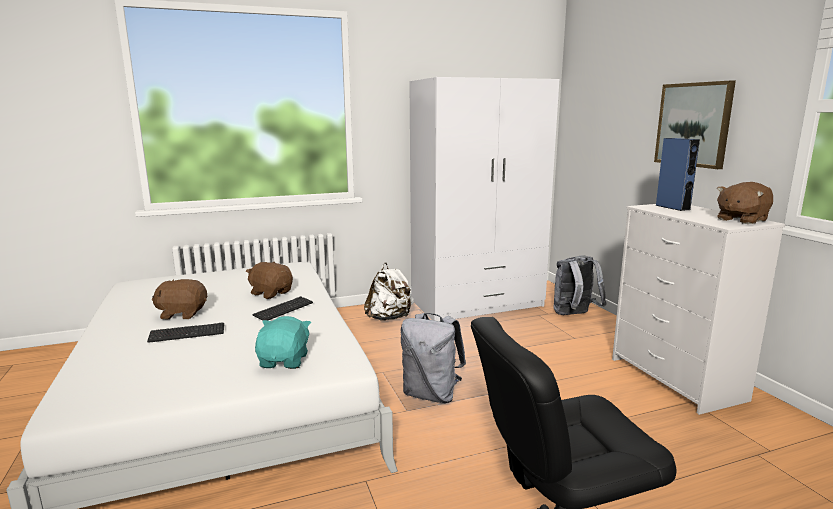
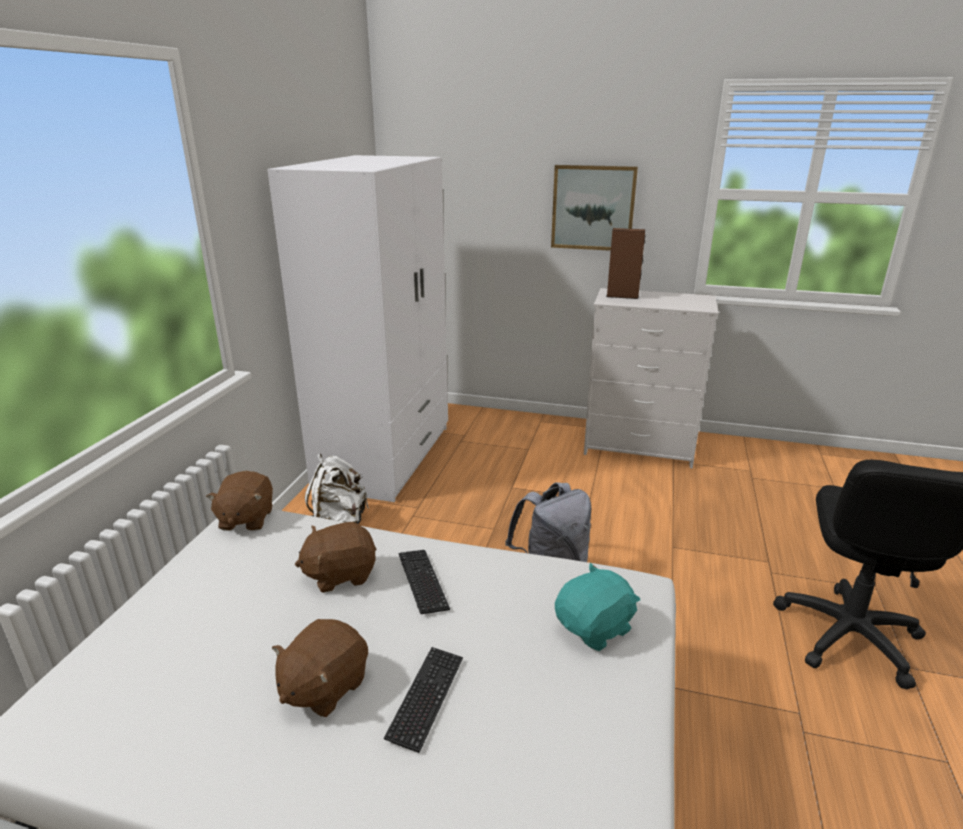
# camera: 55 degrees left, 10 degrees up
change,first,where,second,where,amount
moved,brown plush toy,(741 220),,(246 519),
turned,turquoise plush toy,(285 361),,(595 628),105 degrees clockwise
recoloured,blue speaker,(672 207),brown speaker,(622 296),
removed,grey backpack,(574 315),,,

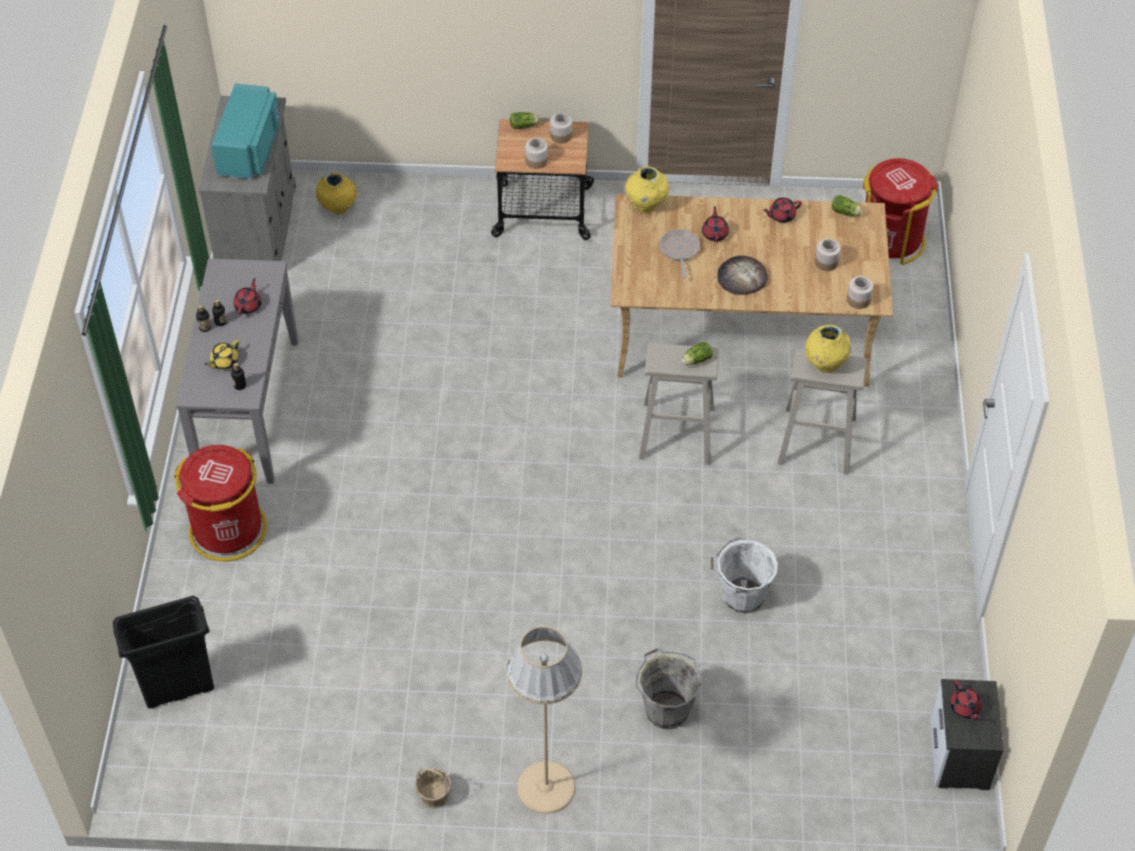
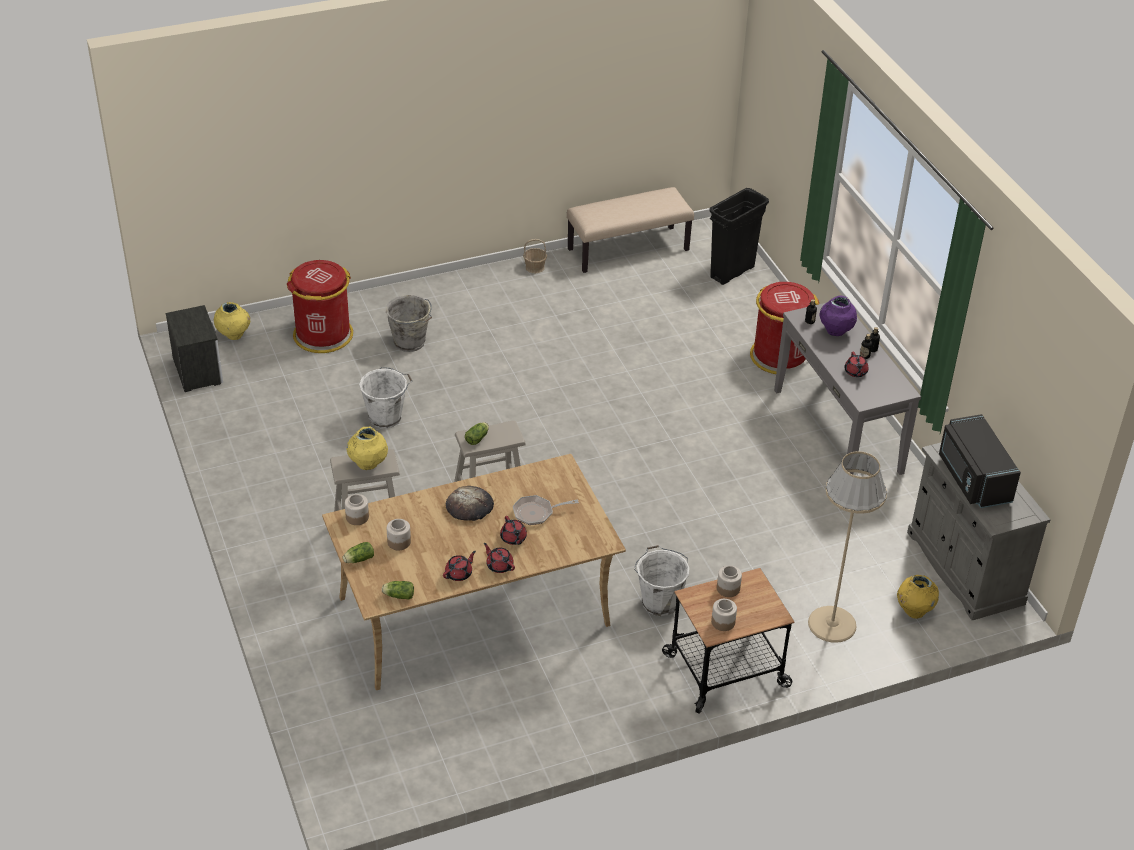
# camera: 155 degrees right, 10 degrees down
change,first,where,second,where,amount
moved,yellow vase,(646 206),,(234 335),
moved,red trash can,(890 240),,(323 335),
moved,lettuce,(524 126),,(358 559),
moved,red teapot,(965 708),,(499 565),
turned,frying pan,(679 251),,(536 513),105 degrees clockwise
added,,,beige bench,(628 249),
added,,,white bucket,(659 601),
moved,beige floor lamp,(546 787),,(832 624),
replaced,yellow teapot,(224 362),purple vase,(835 332),
recoloured,turquoise microwave,(251 149),black microwave,(972 478),

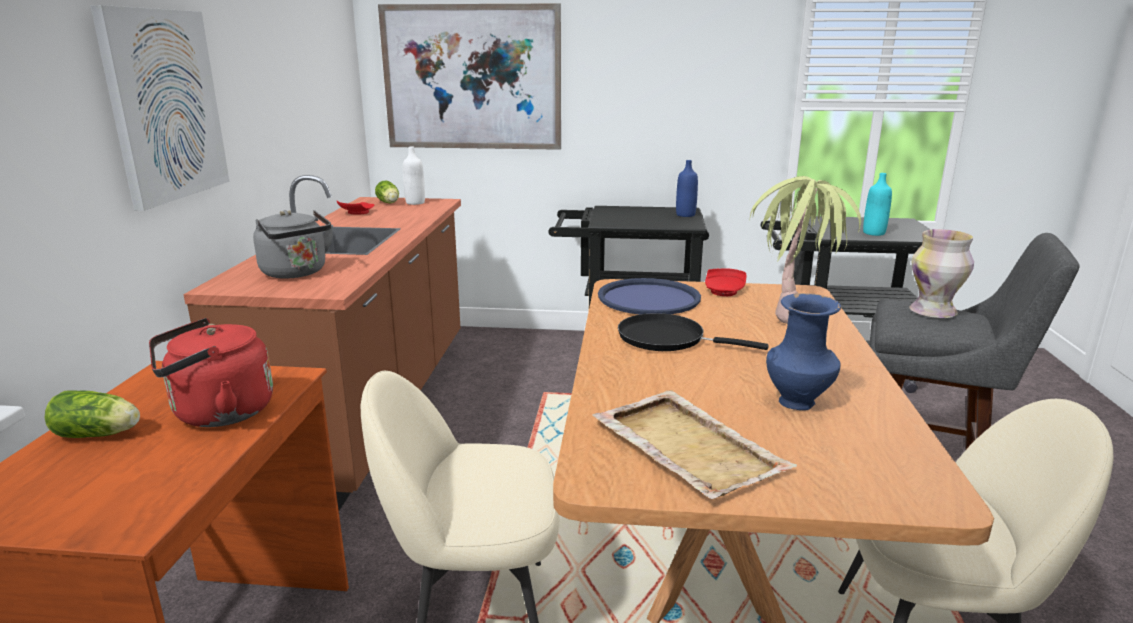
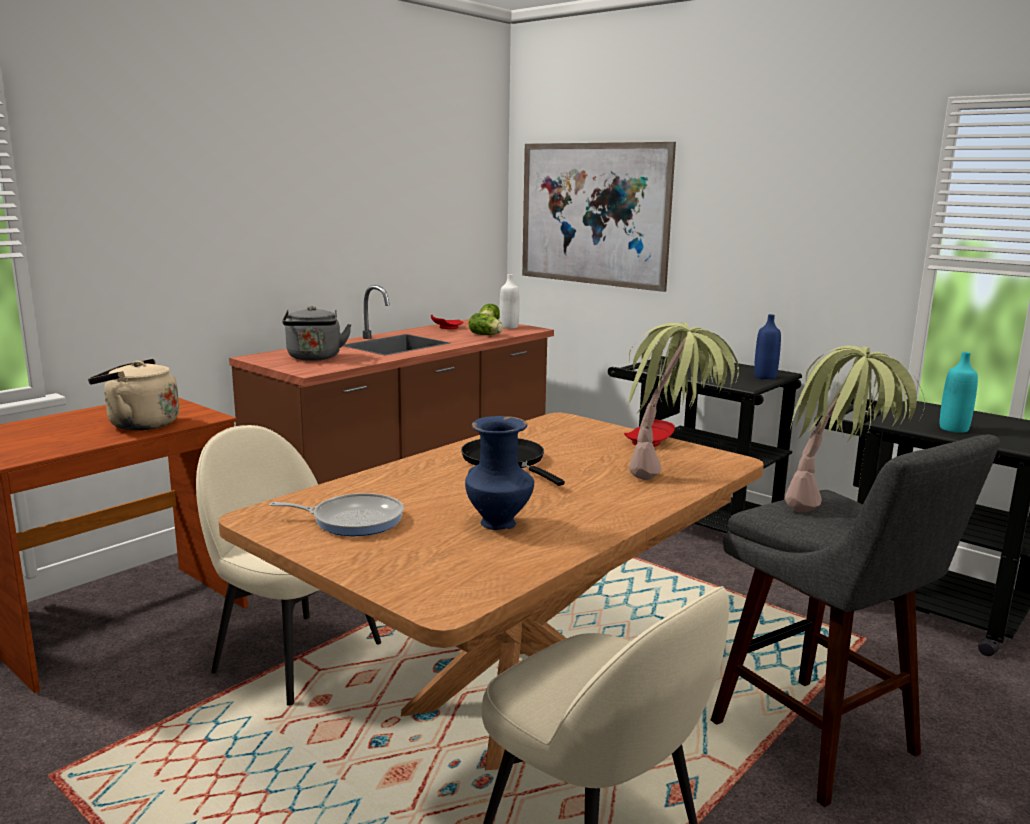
# camera: 35 degrees right, 5 degrees down
change,first,where,second,where,amount
recoloured,red kettle,(217 413),beige kettle,(139 424),
replaced,beige tray,(686 446),frying pan,(353 520),
moved,lettuce,(100 434),,(486 335),
replaced,vase,(932 312),potted plant,(839 509),
removed,picture,(164 105),,,
removed,blue tray,(649 298),,,

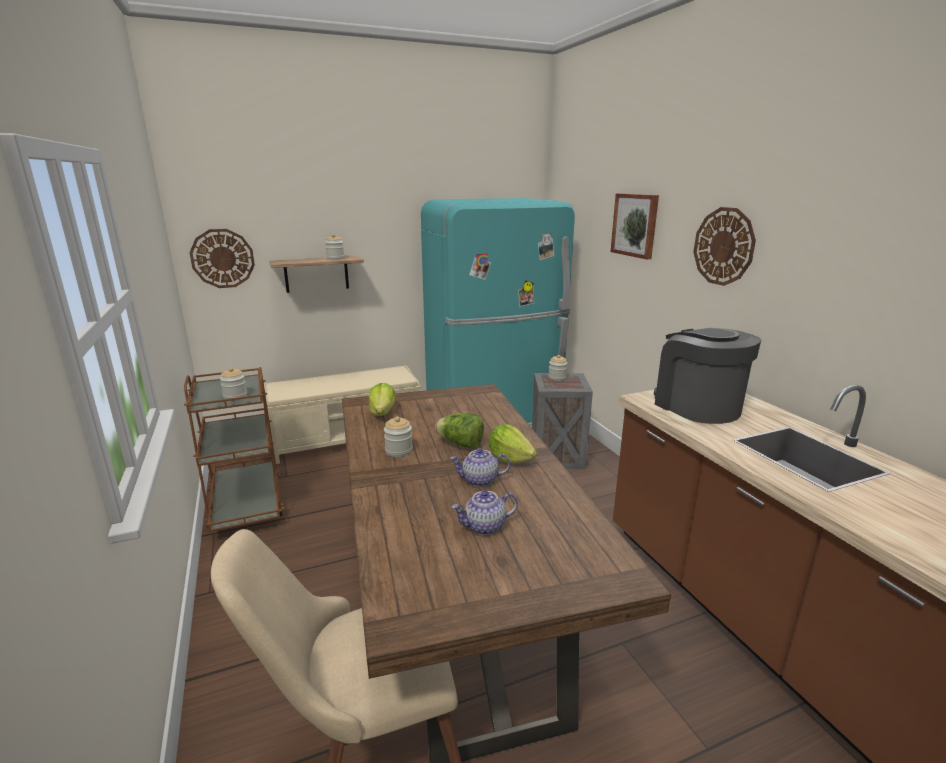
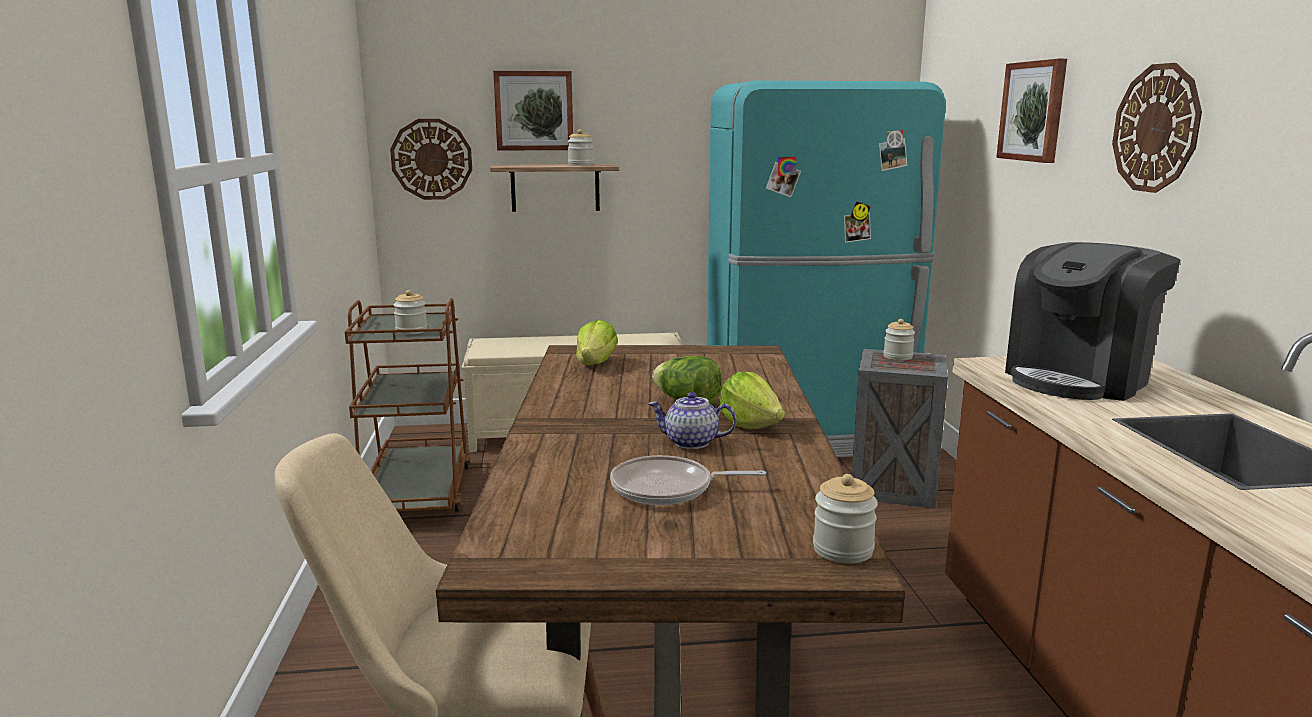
# camera: 15 degrees right, 5 degrees down
change,first,where,second,where,amount
added,,,picture,(534 111),
replaced,teapot,(484 526),frying pan,(668 489),
moved,jar,(399 450),,(843 550),
turned,coffee machine,(697 406),,(1079 379),120 degrees counterclockwise

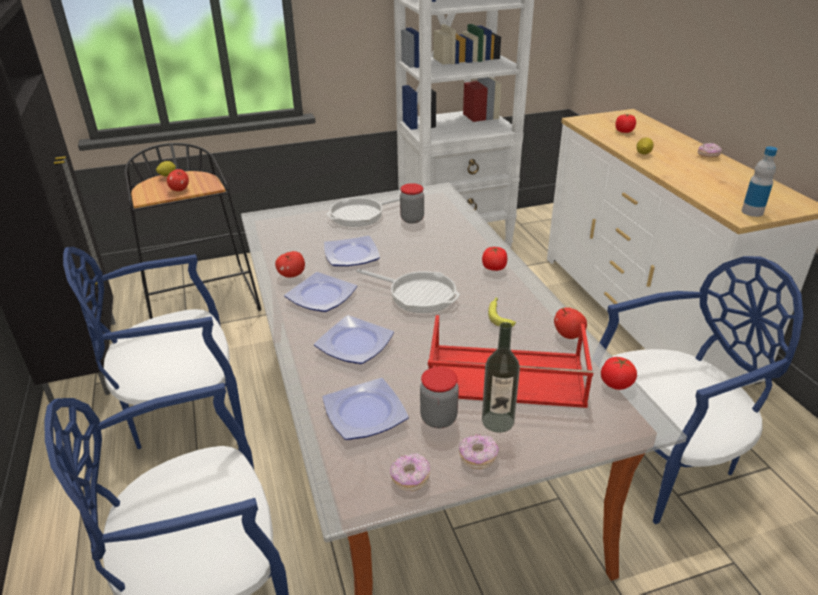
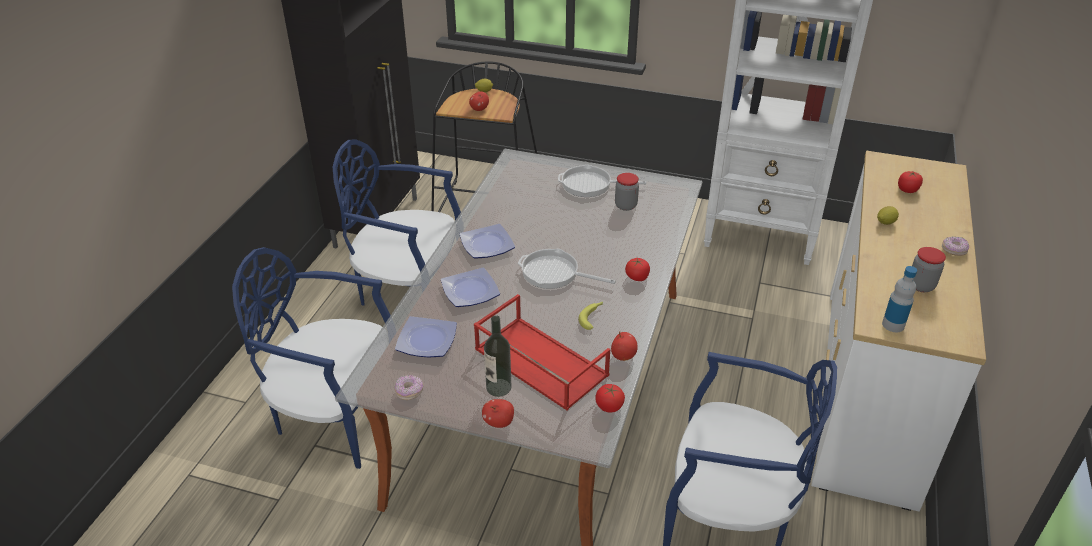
# camera: 35 degrees right, 5 degrees up
change,first,where,second,where,amount
moved,apple,(291 275),,(499 422),
turned,frying pan,(418 294),,(554 273),135 degrees clockwise
moved,jar,(438 418),,(921 286),
removed,plate,(352 255),,,
removed,donut,(478 457),,,

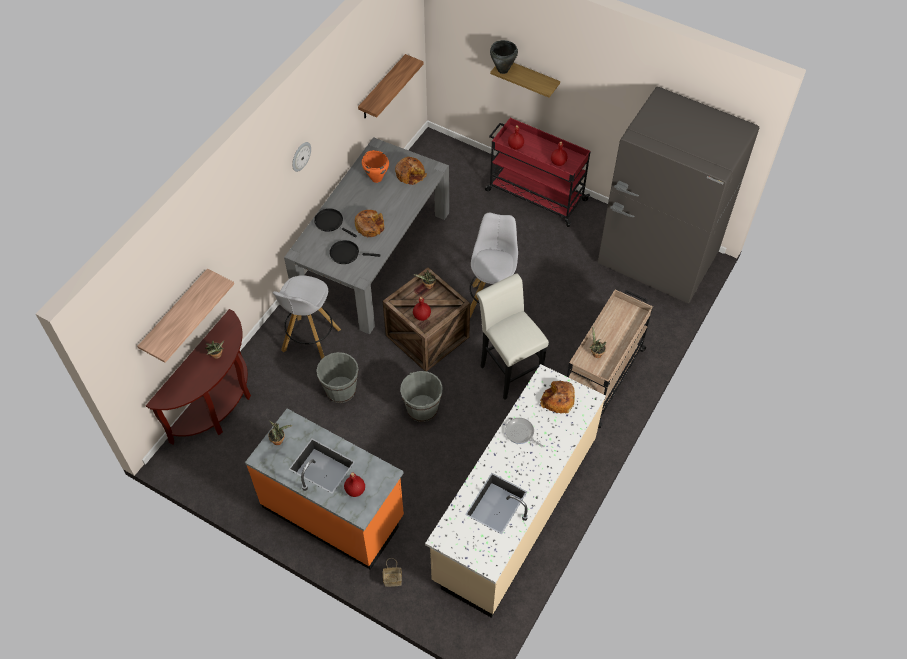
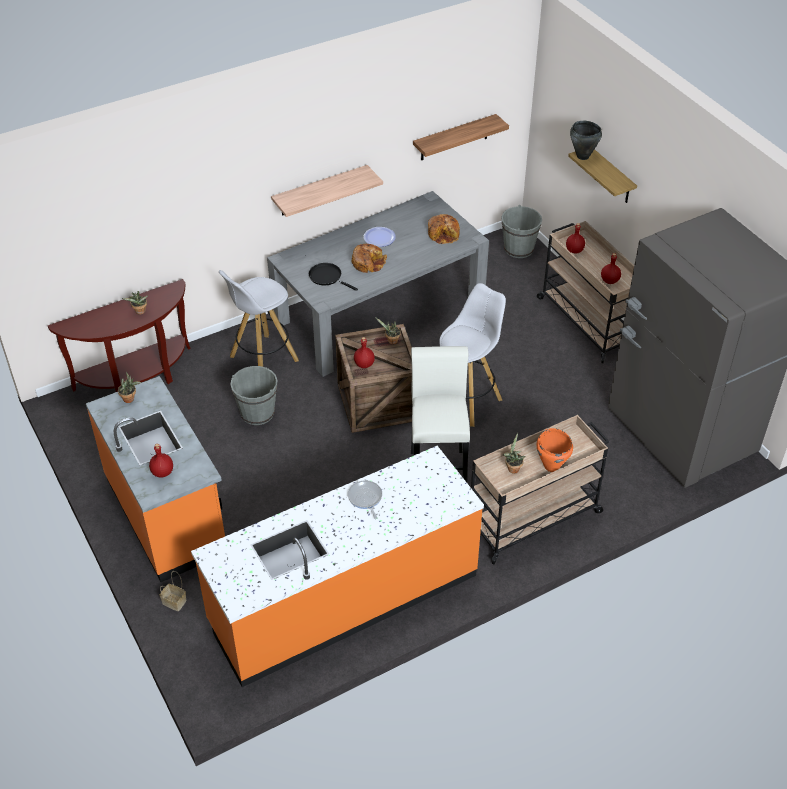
# camera: 30 degrees right, 10 degrees down
change,first,where,second,where,amount
recoloured,beige counter,(514 509),orange counter,(343 598),
moved,shelf,(175 314),,(320 191),
added,,,plate,(379 237),
moved,grey bucket,(422 409),,(519 249),
recoloured,red cart,(534 195),beige cart,(587 321),
moved,orange cooking pot,(376 178),,(551 466),
removed,wall clock,(300 156),,,
removed,black frying pan,(331 222),,,
removed,bread,(557 400),,,

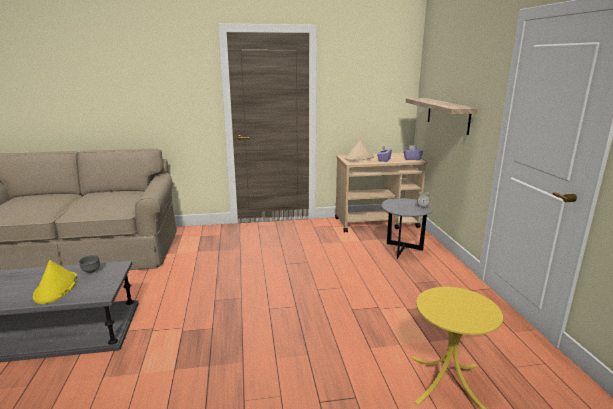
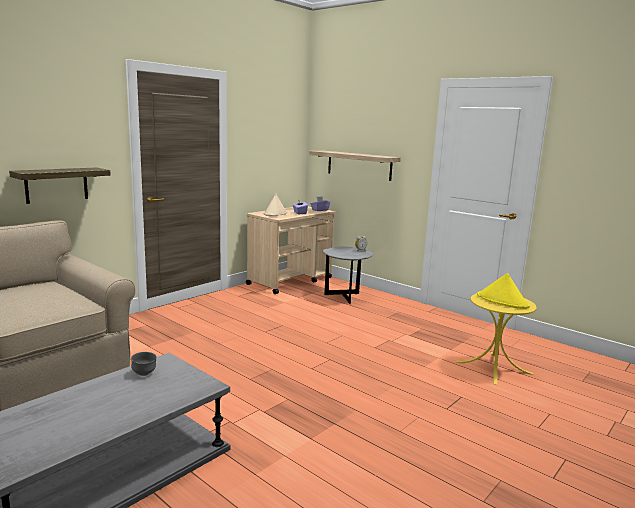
# camera: 40 degrees left, 5 degrees down
change,first,where,second,where,amount
added,,,shelf,(56 185),
moved,yellow hat,(56 288),,(502 301),

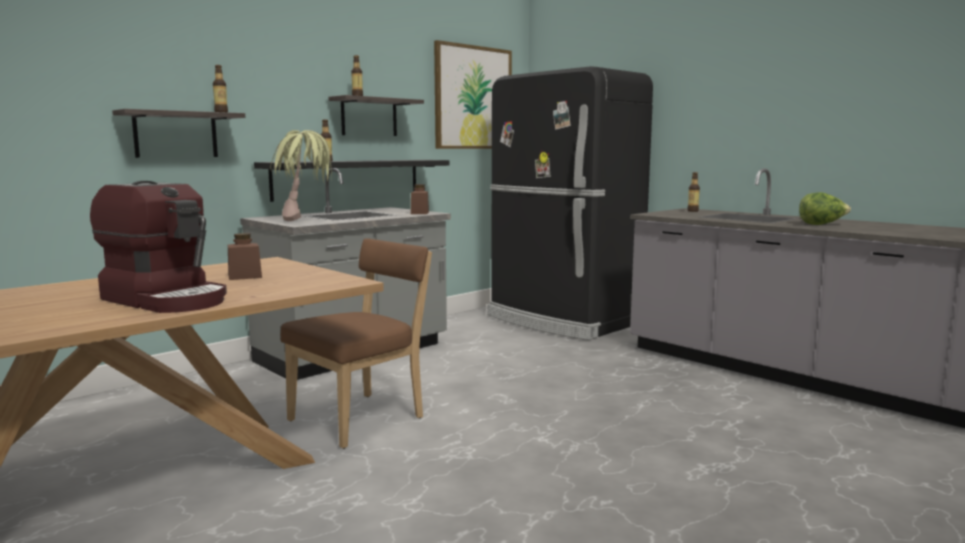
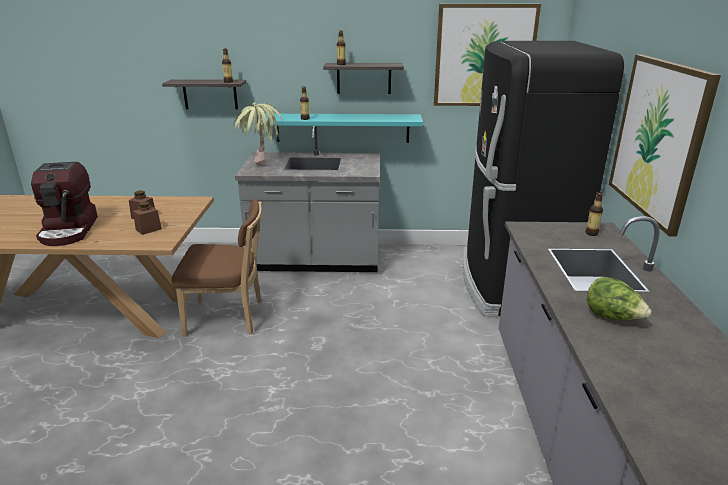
# camera: 45 degrees right, 15 degrees up
change,first,where,second,where,amount
moved,brown jar,(419 213),,(148 229),
recoloured,black shelf,(348 179),turquoise shelf,(342 128),
added,,,picture,(658 139),

